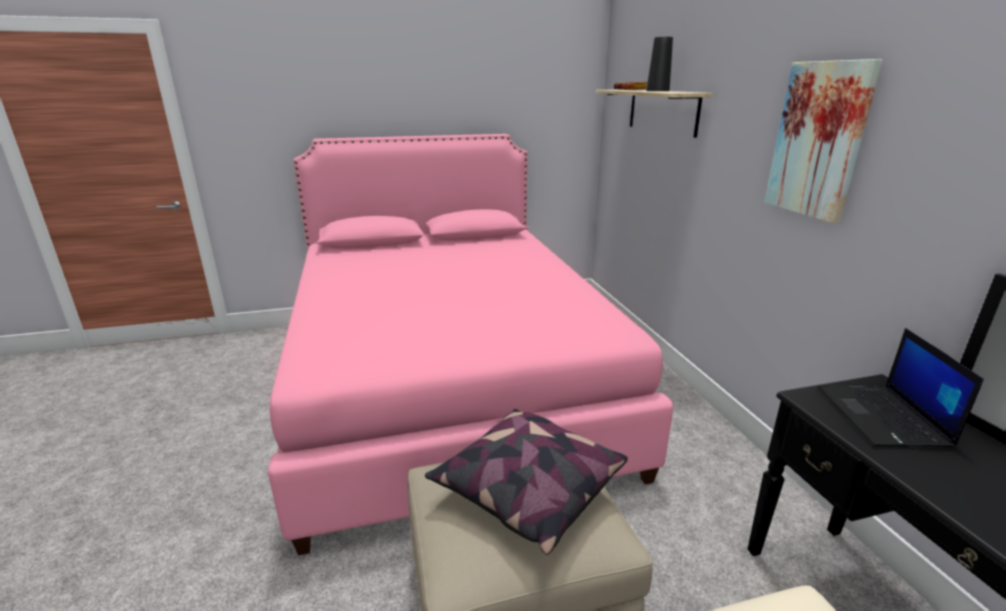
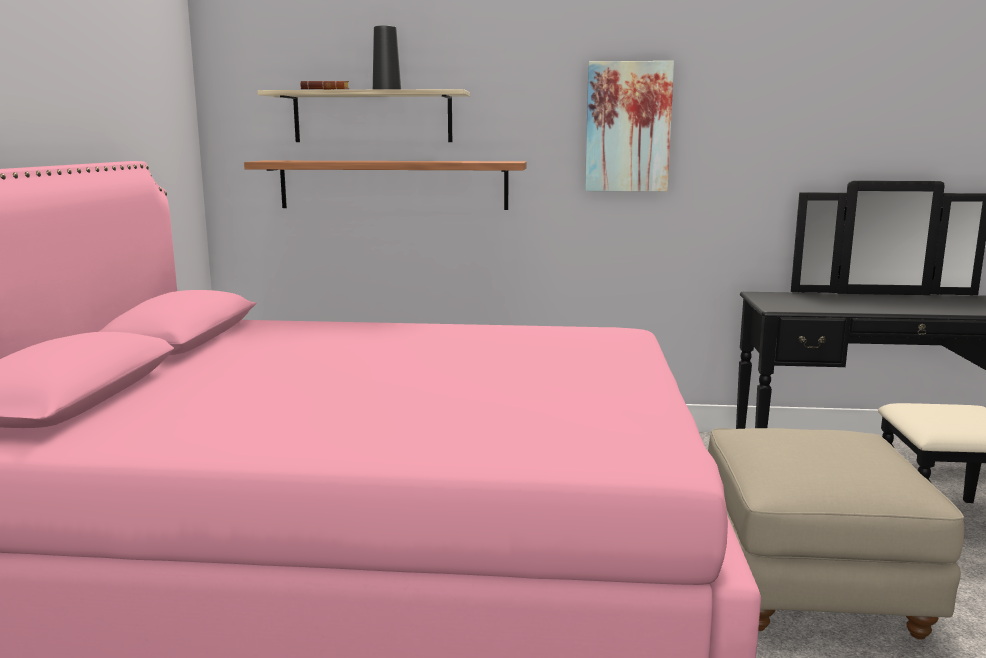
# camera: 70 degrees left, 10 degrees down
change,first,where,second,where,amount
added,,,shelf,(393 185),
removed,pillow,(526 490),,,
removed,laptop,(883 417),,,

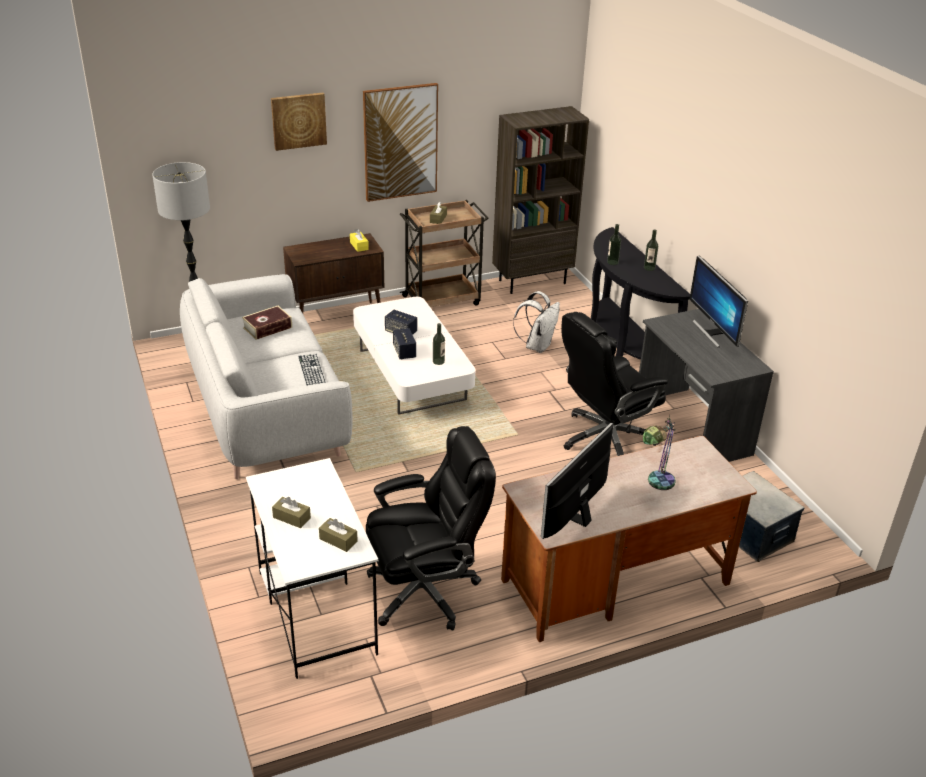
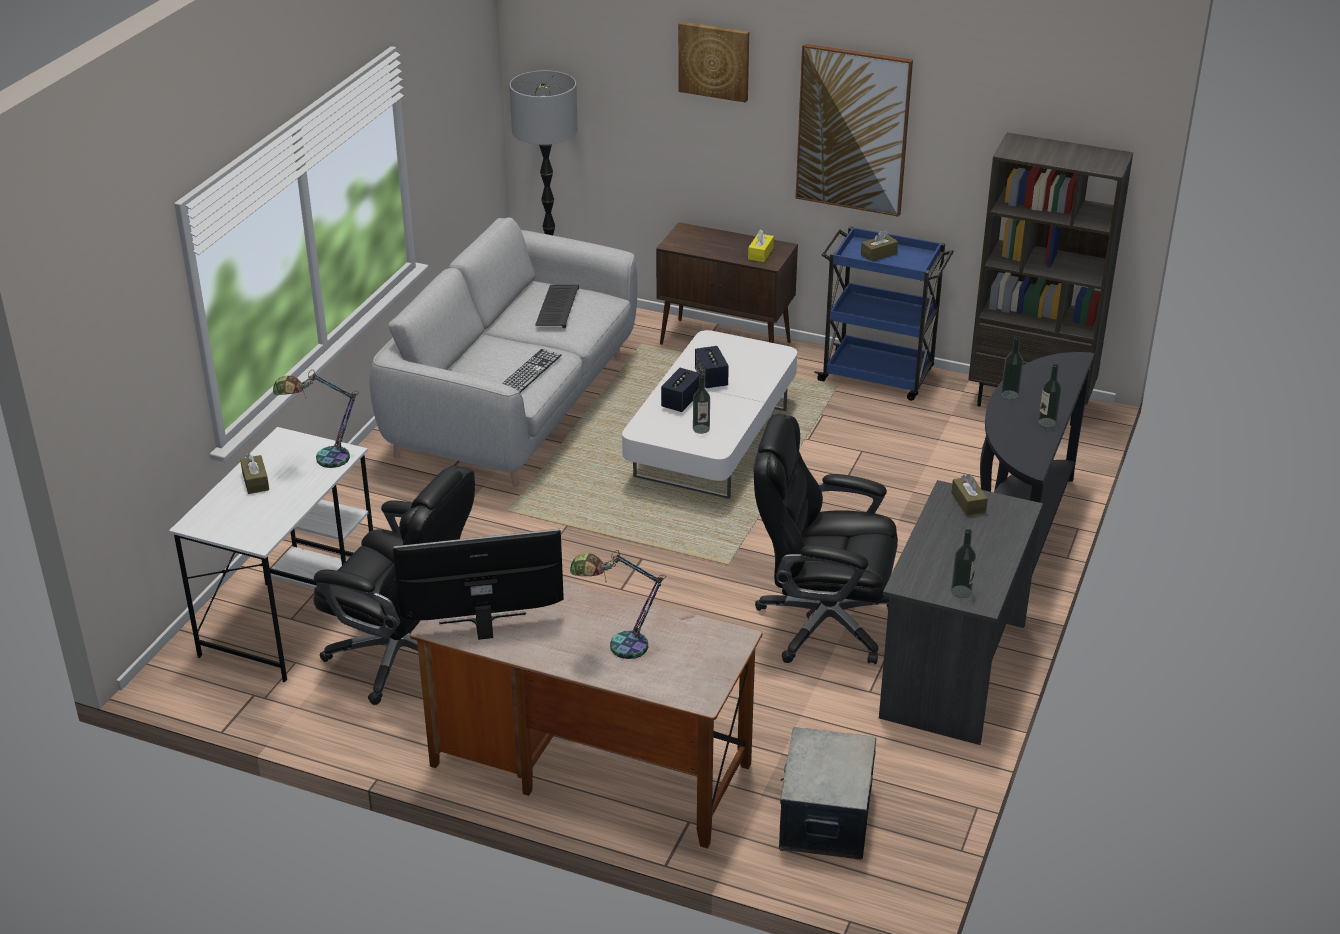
# camera: 45 degrees right, 0 degrees up
change,first,where,second,where,amount
added,,,table lamp,(322 459),
replaced,book,(267 328),keyboard,(556 307),
recoloured,brown cart,(442 300),blue cart,(878 376),
moved,brown tissue box,(338 540),,(968 502),
added,,,bottle,(961 591),
removed,white backpack,(537 346),,,
removed,monitor,(712 332),,,

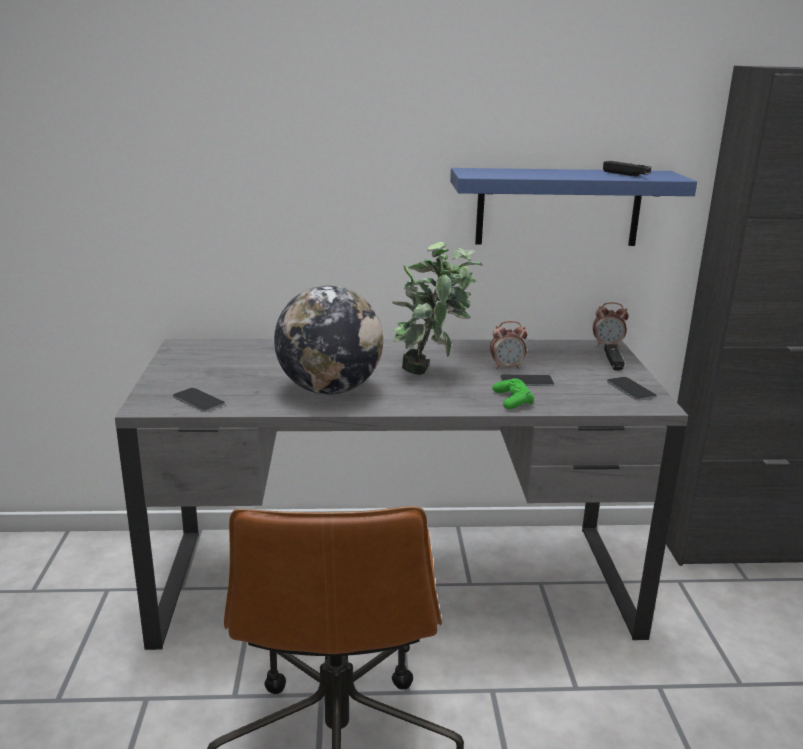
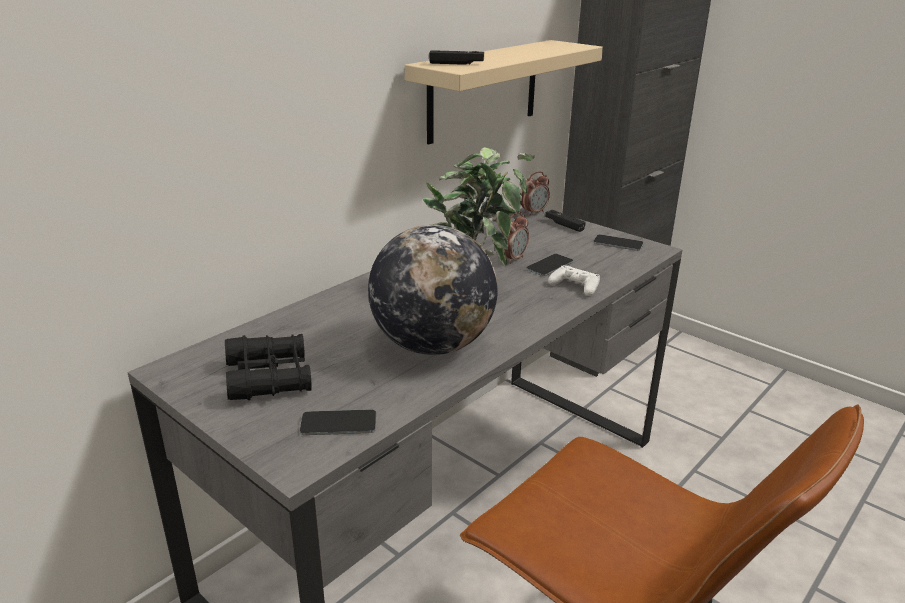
# camera: 45 degrees left, 5 degrees up
change,first,where,second,where,amount
added,,,black binoculars,(269 377),
recoloured,blue shelf,(558 207),beige shelf,(484 90),
moved,black game controller,(625 174),,(456 63),
recoloured,green game controller,(513 400),white game controller,(575 286),

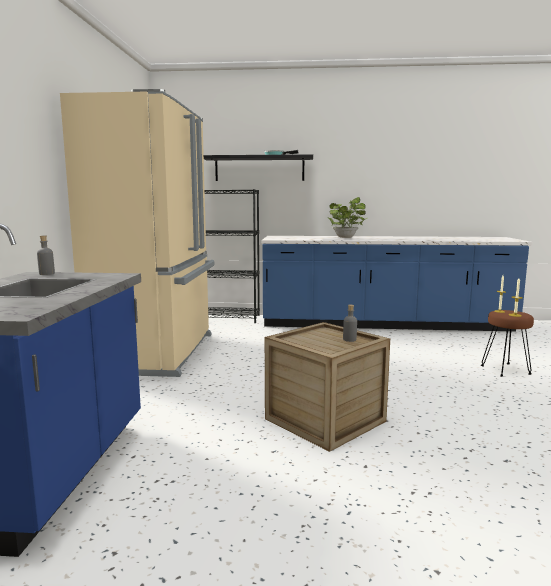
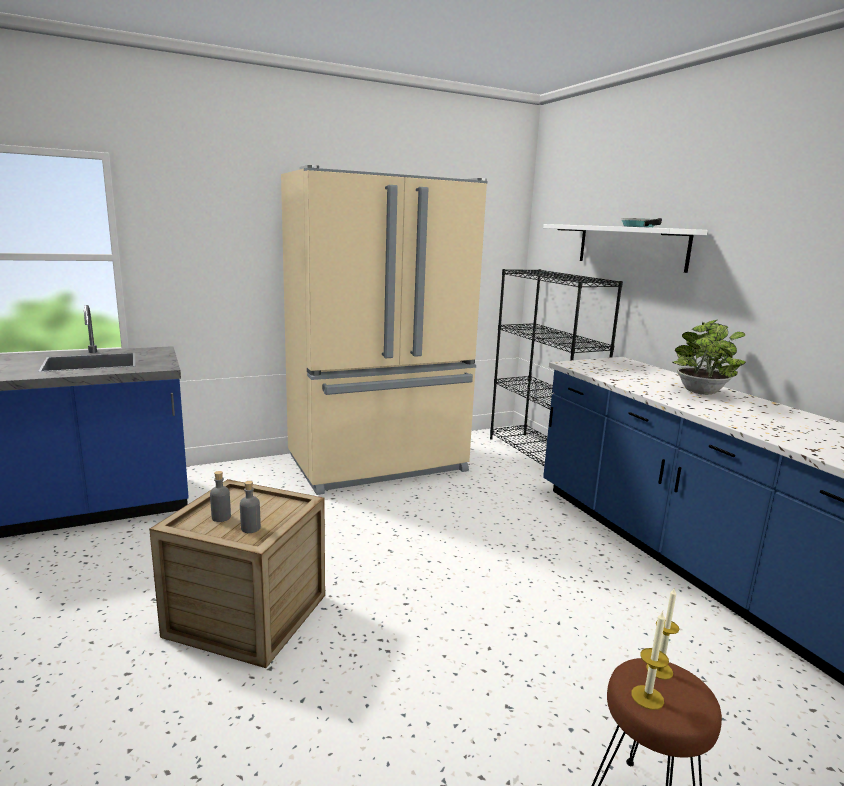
# camera: 60 degrees right, 5 degrees up
change,first,where,second,where,amount
moved,grey bottle,(46 274),,(221 517),
recoloured,black shelf,(259 169),white shelf,(630 246),

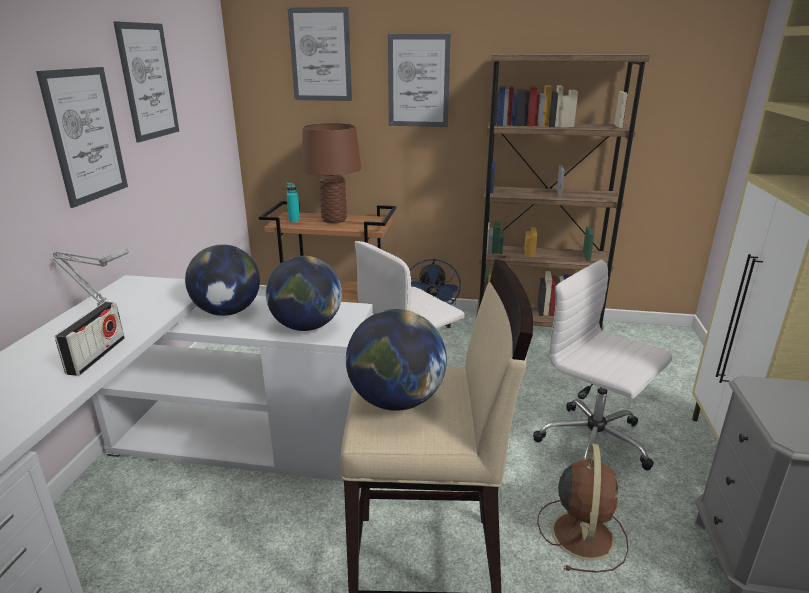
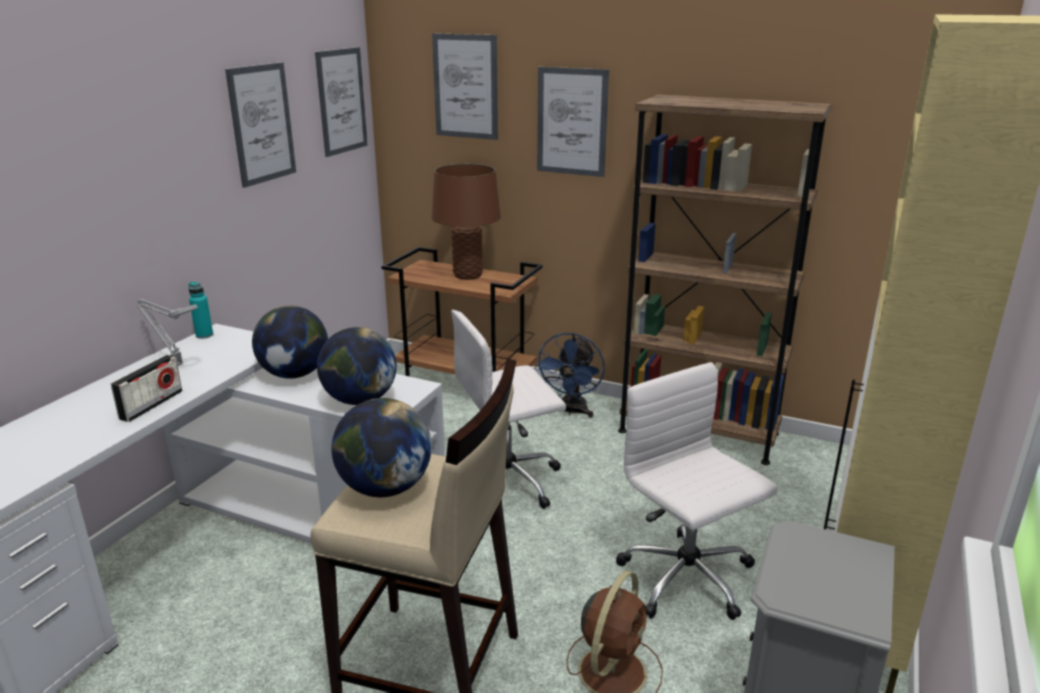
# camera: 15 degrees right, 0 degrees up
change,first,where,second,where,amount
moved,turquoise bottle,(294 221),,(204 335),
moved,picture,(85 135),,(341 101),

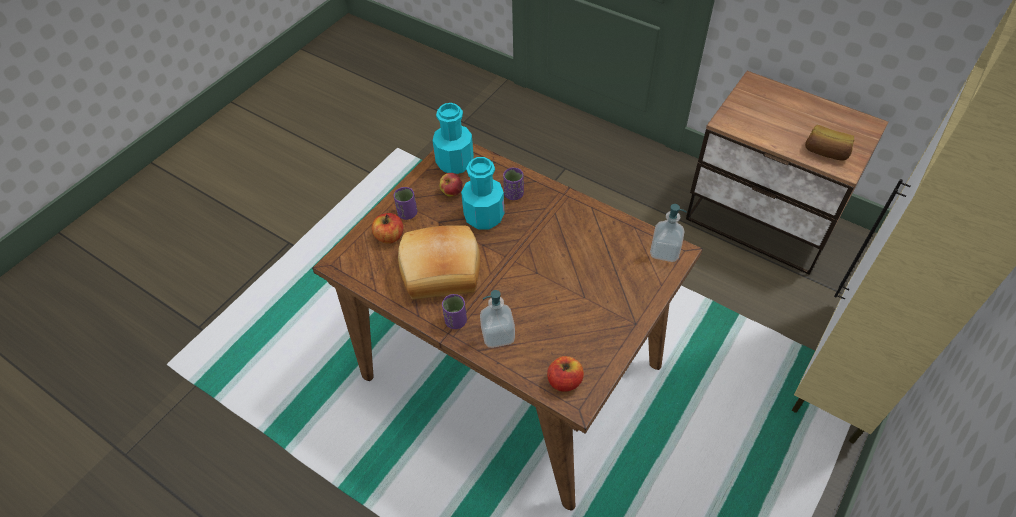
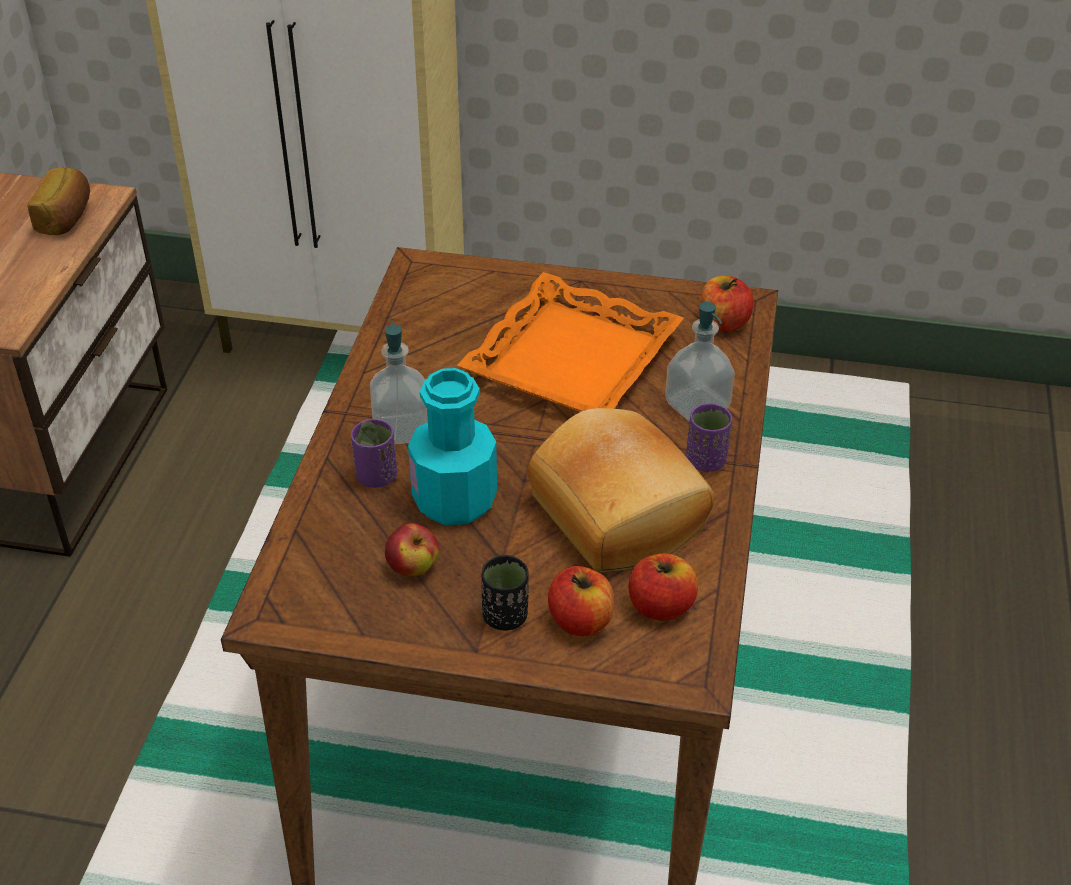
# camera: 115 degrees left, 10 degrees down
change,first,where,second,where,amount
moved,soap dispenser,(664 251),,(401 430),
added,,,orange tray,(573 360),
recoloured,purple cup,(407 213),black cup,(505 616),
added,,,apple,(661 606),
removed,turquoise bottle,(455 162),,,

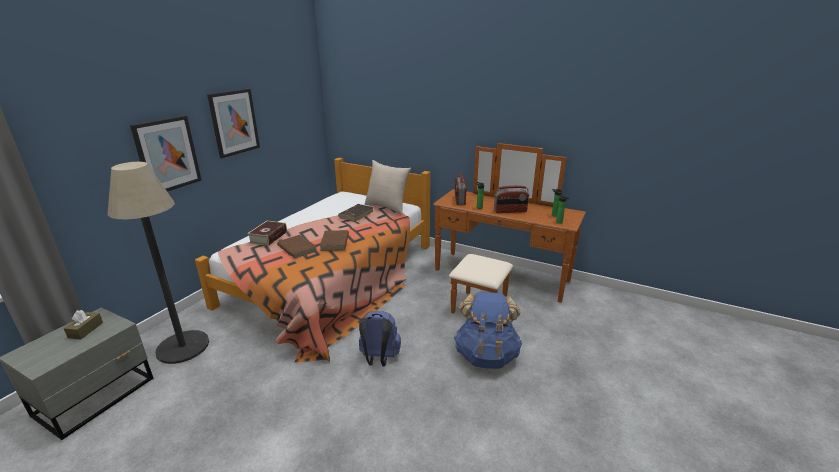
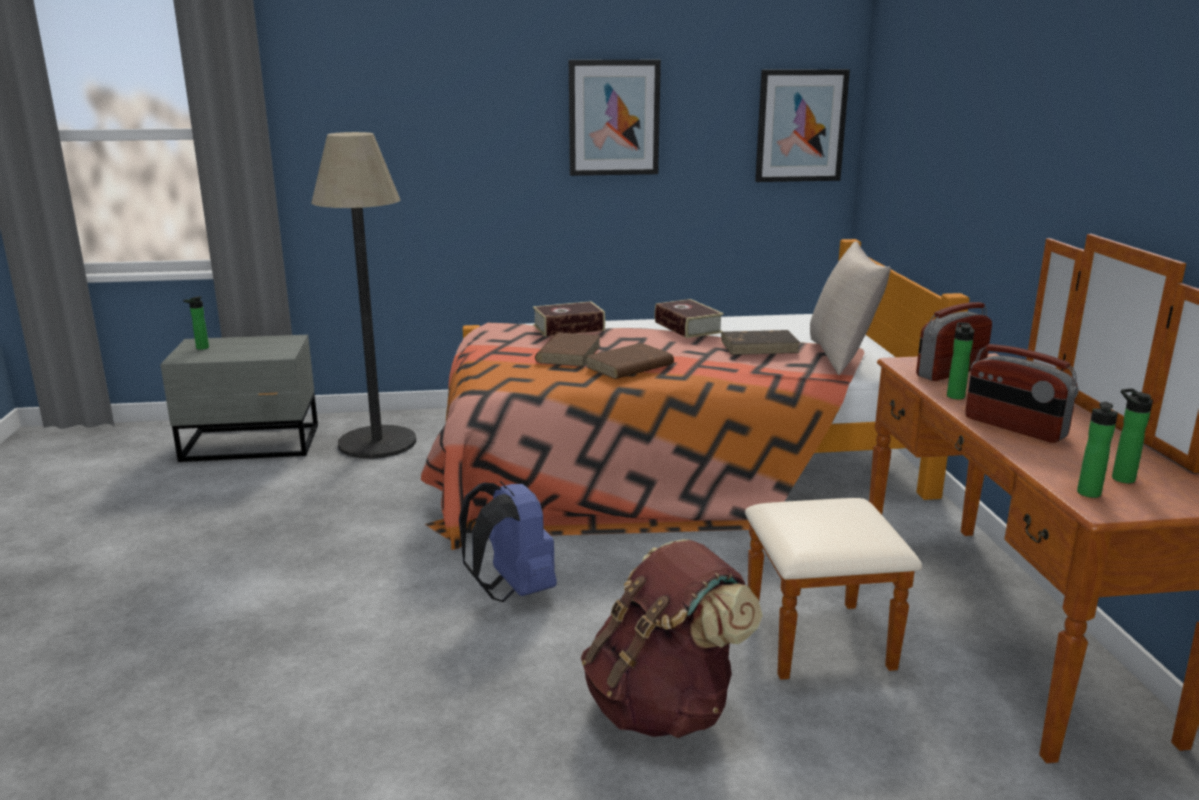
# camera: 55 degrees right, 5 degrees down
change,first,where,second,where,amount
added,,,bottle,(200 348),
recoloured,blue backpack,(486 355),brown backpack,(664 707),
added,,,book,(688 327),
moved,picture,(167 154),,(800 126),
removed,brown tissue box,(85 330),,,

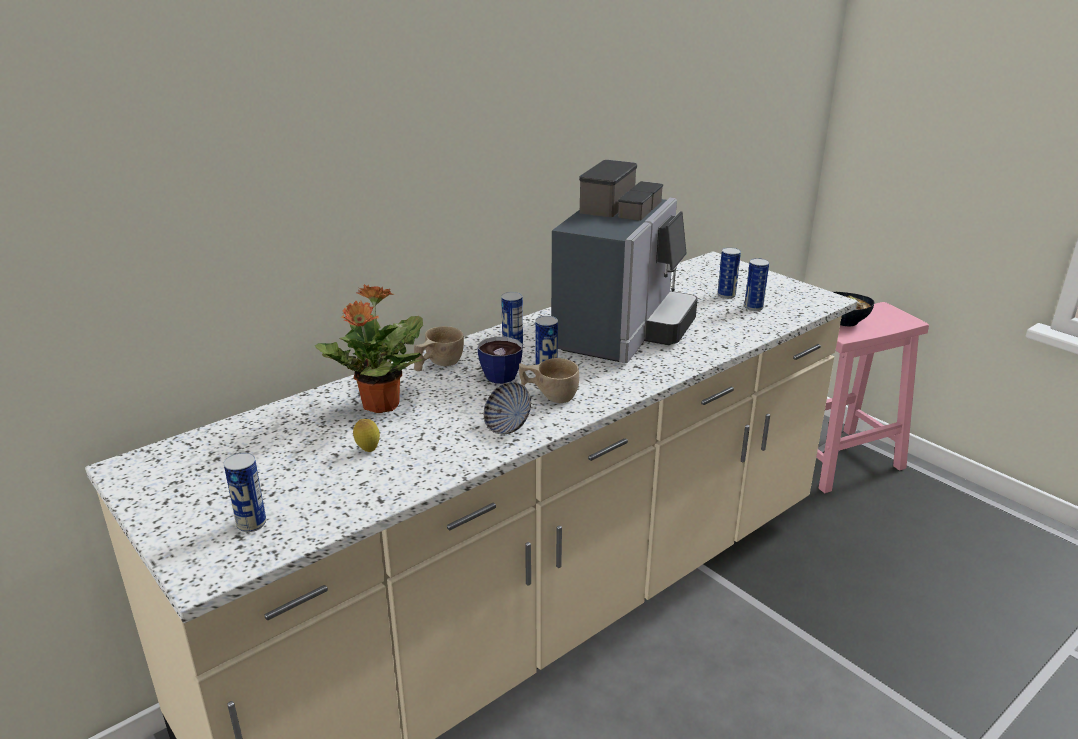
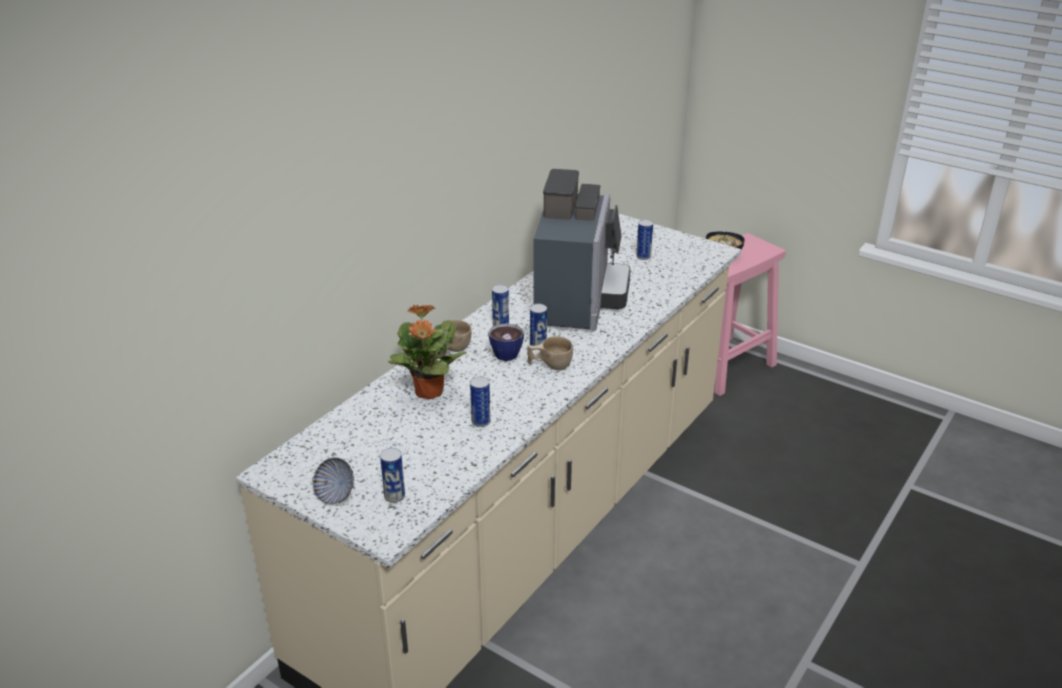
# camera: 15 degrees left, 5 degrees up
change,first,where,second,where,amount
moved,bowl,(508 426),,(335 494),
moved,can,(753 307),,(481 422),
removed,lemon,(368 450),,,

